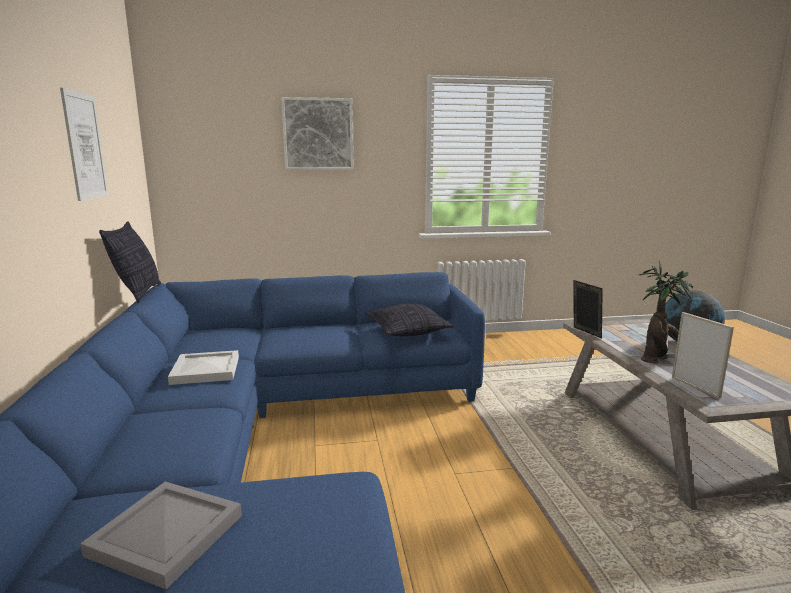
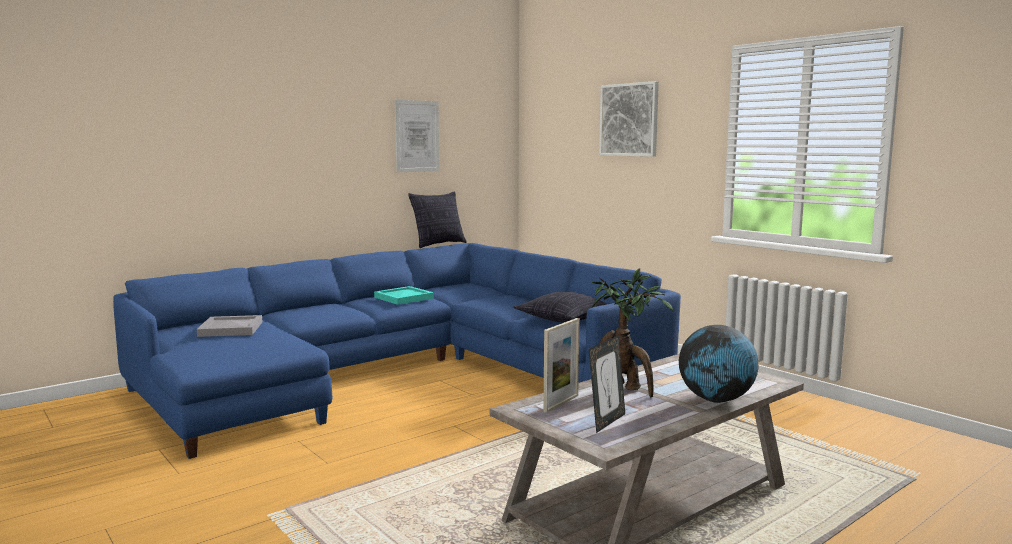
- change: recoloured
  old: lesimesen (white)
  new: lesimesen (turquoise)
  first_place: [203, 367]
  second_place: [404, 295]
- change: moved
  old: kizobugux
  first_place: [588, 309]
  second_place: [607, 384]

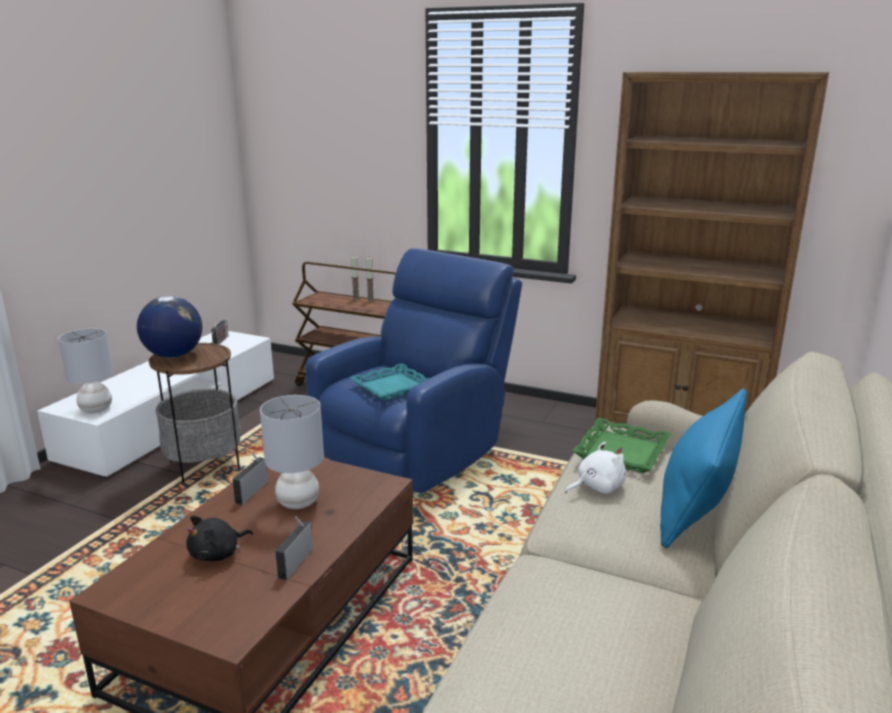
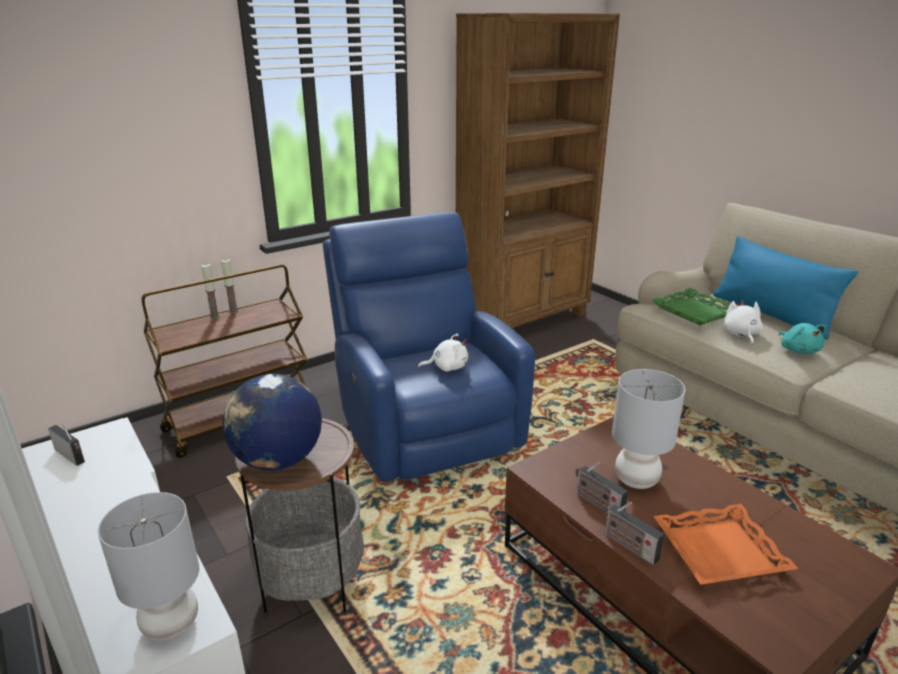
- change: replaced
  old: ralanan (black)
  new: lesimesen (orange)
  first_place: [219, 538]
  second_place: [725, 544]
- change: moved
  old: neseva
  first_place: [294, 548]
  second_place: [634, 533]
- change: replaced
  old: lesimesen (turquoise)
  new: ralanan (white)
  first_place: [389, 382]
  second_place: [443, 353]
- change: added
  new: ralanan (turquoise)
  second_place: [802, 338]

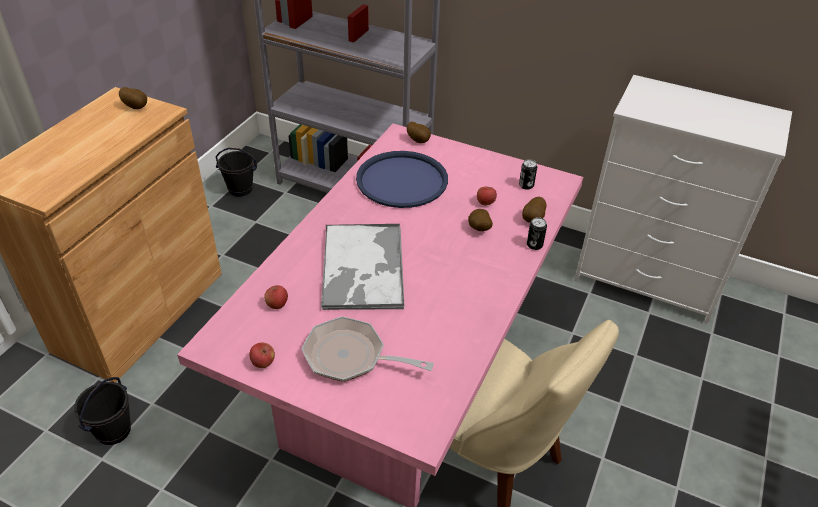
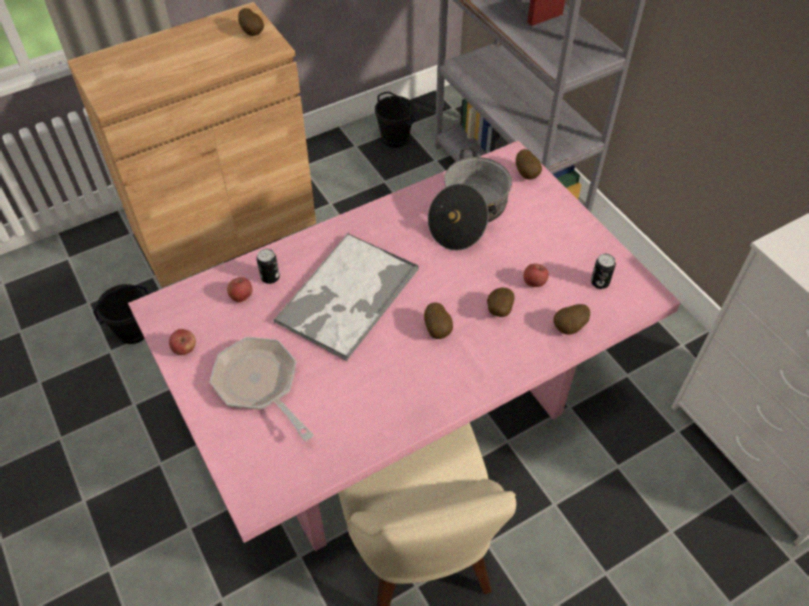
- change: replaced
  old: lesimesen (blue)
  new: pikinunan
  first_place: [402, 179]
  second_place: [470, 199]
- change: moved
  old: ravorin
  first_place: [537, 233]
  second_place: [268, 266]
- change: added
  new: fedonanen
  second_place: [438, 320]

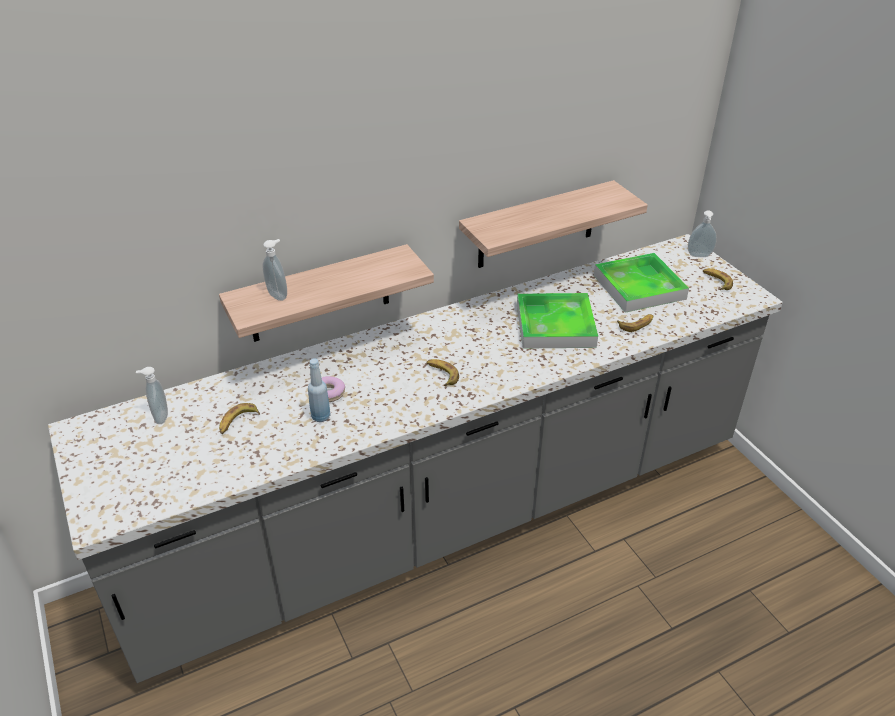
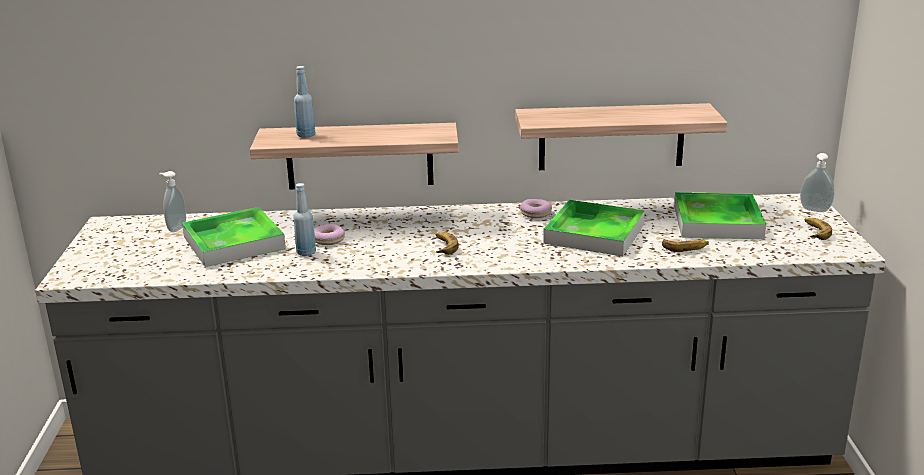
- change: replaced
  old: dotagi
  new: lesimesen
  first_place: [239, 418]
  second_place: [234, 237]
- change: replaced
  old: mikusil
  new: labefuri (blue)
  first_place: [274, 270]
  second_place: [304, 102]
- change: added
  new: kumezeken
  second_place: [536, 208]

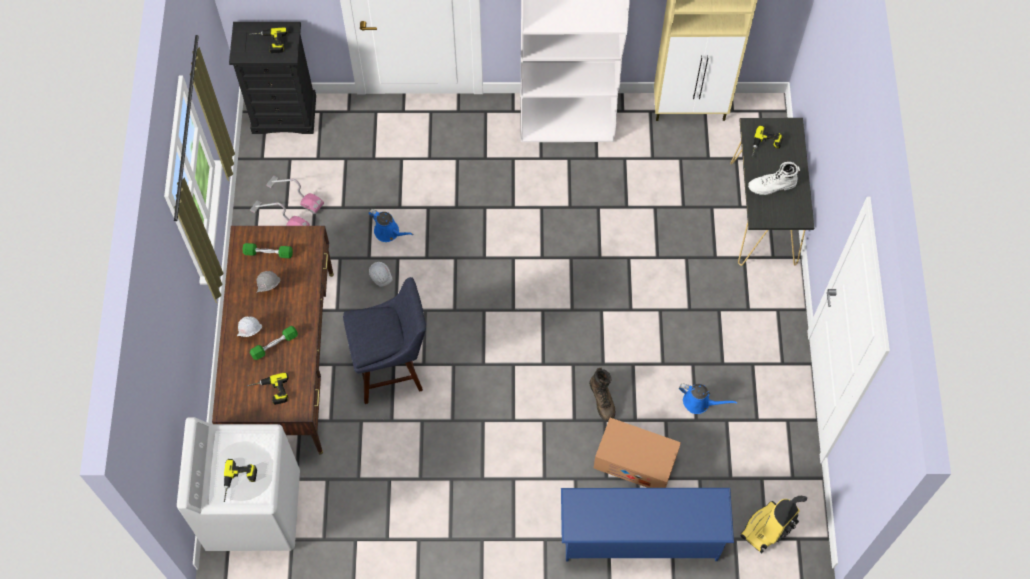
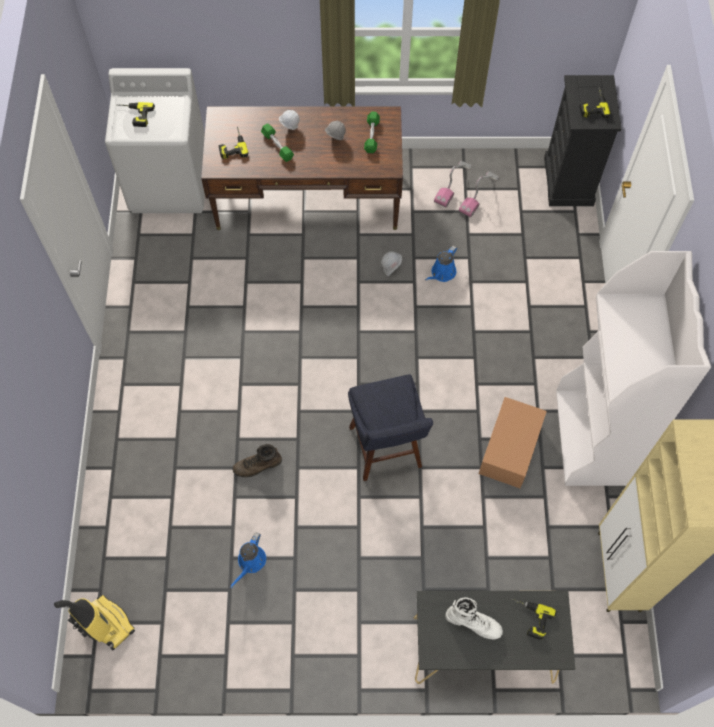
- change: moved
  old: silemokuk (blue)
  first_place: [384, 340]
  second_place: [390, 428]
- change: removed
  old: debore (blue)
  first_place: [647, 525]
- change: moved
  old: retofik
  first_place: [637, 453]
  second_place: [513, 442]
- change: turned
  old: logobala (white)
  first_place: [774, 178]
  second_place: [474, 618]
  degrees: 120

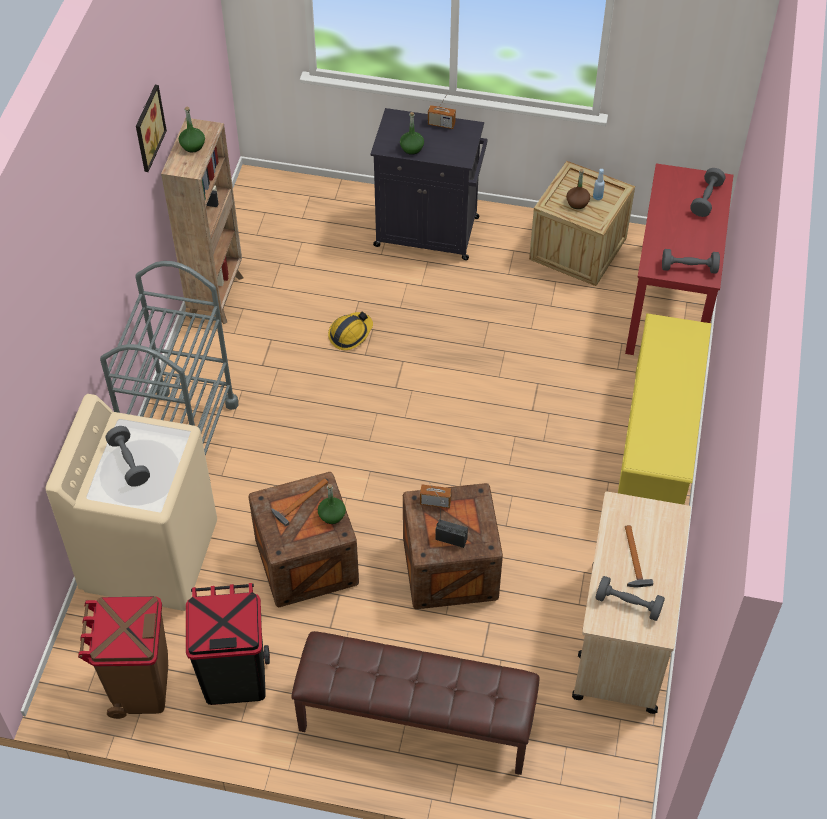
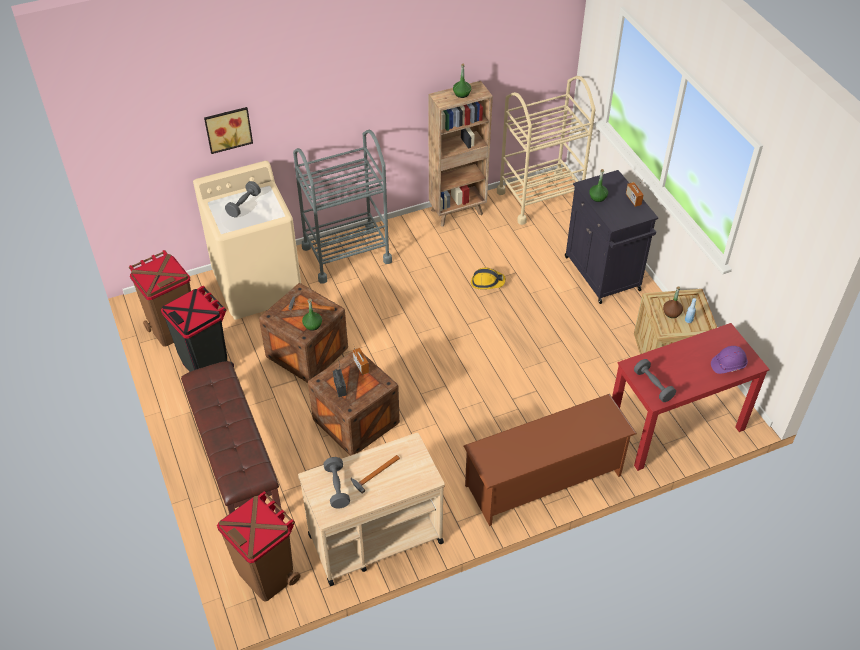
- change: moved
  old: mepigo
  first_place: [151, 128]
  second_place: [228, 130]
- change: recoloured
  old: debore (yellow)
  new: debore (brown)
  first_place: [664, 409]
  second_place: [550, 460]
- change: replaced
  old: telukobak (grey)
  new: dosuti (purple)
  first_place: [708, 192]
  second_place: [729, 360]
- change: added
  new: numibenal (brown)
  second_place: [259, 546]
- change: added
  new: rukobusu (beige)
  second_place: [546, 150]

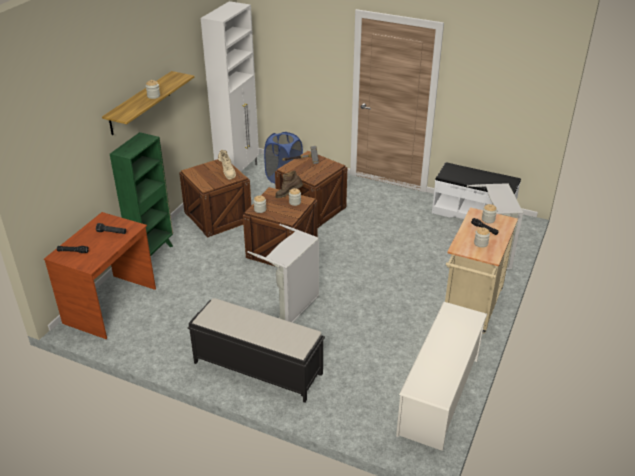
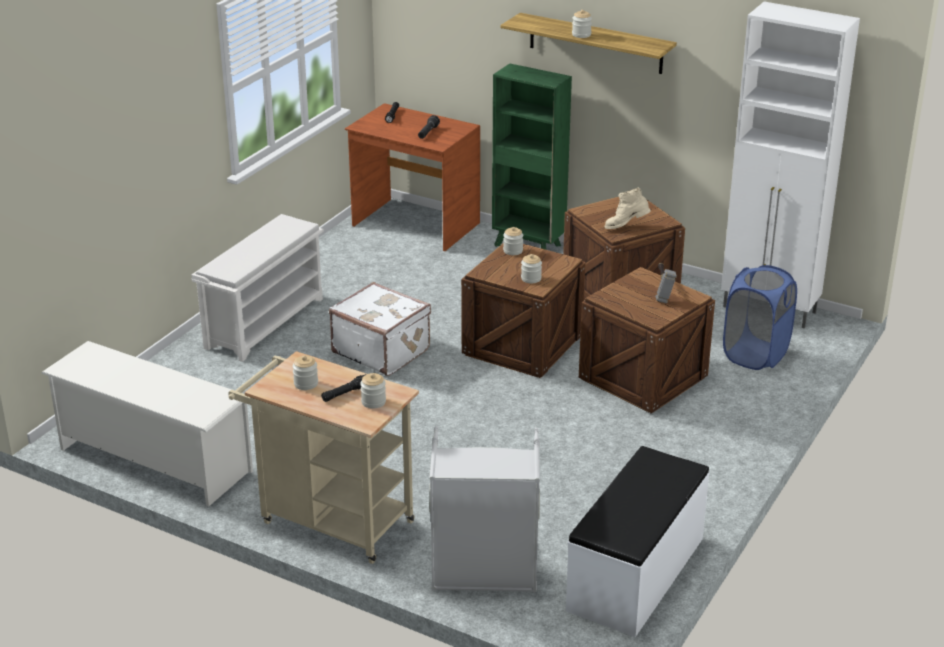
- change: replaced
  old: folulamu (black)
  new: debore (white)
  first_place: [256, 350]
  second_place: [258, 288]
- change: replaced
  old: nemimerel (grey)
  new: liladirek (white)
  first_place: [283, 273]
  second_place: [380, 329]
- change: removed
  old: logobala (brown)
  first_place: [289, 184]

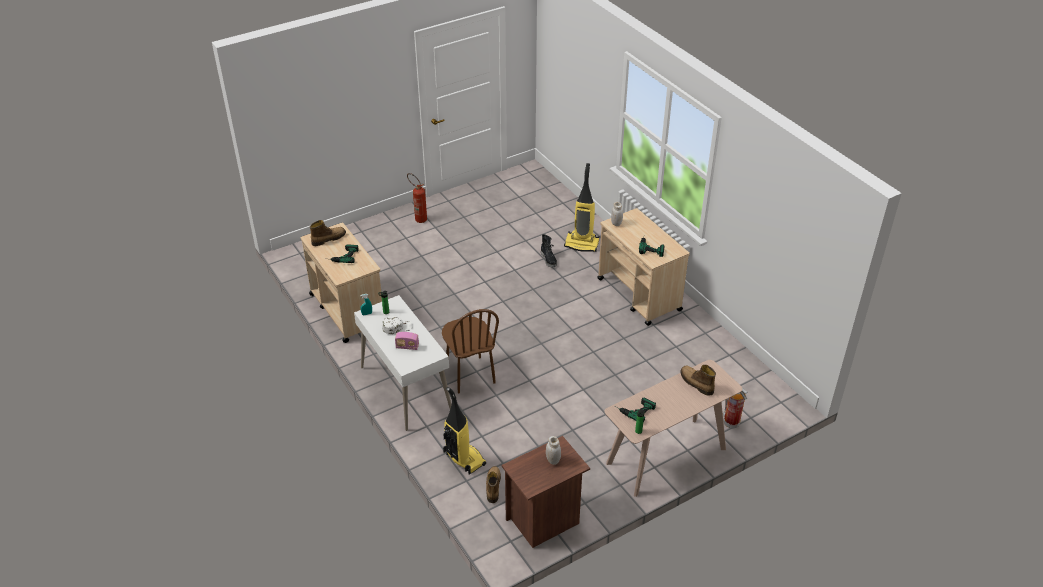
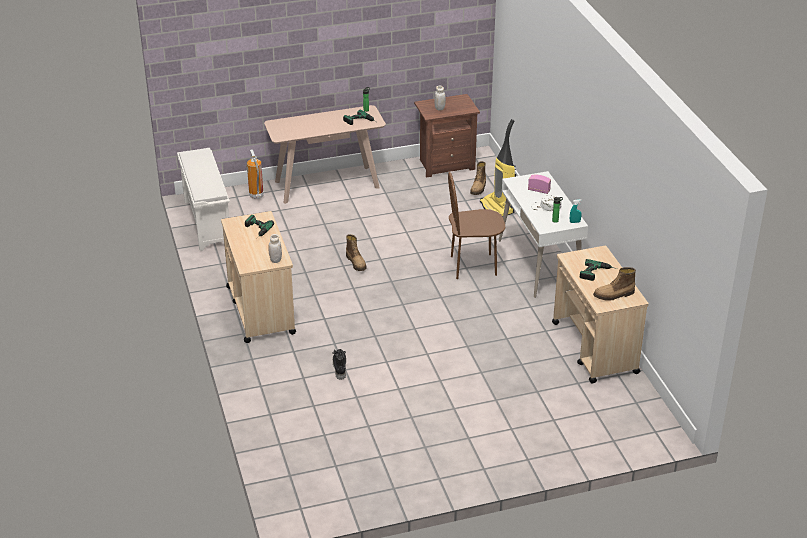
- change: removed
  old: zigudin
  first_place: [417, 198]
- change: turned
  old: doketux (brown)
  first_place: [470, 351]
  second_place: [476, 225]
  degrees: -90
- change: removed
  old: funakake
  first_place: [581, 207]
- change: moved
  old: logobala
  first_place: [698, 380]
  second_place: [356, 252]
- change: added
  new: debore (white)
  second_place: [203, 199]

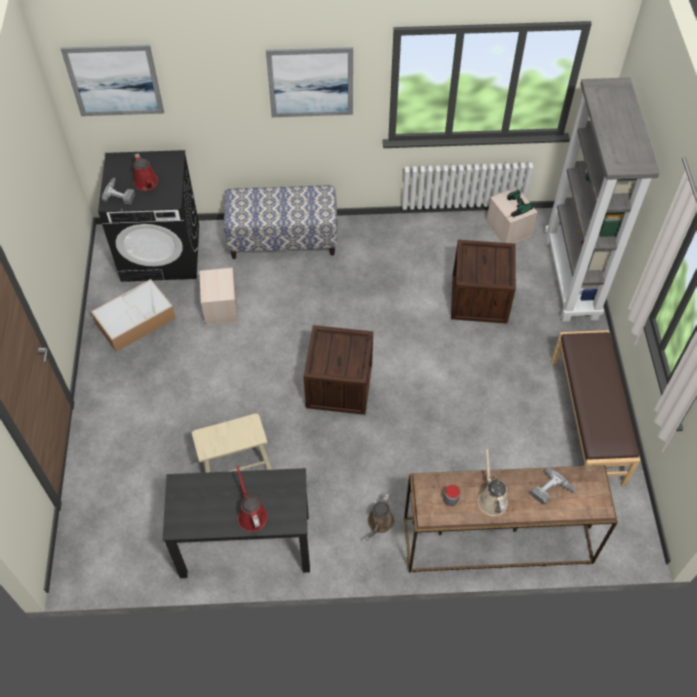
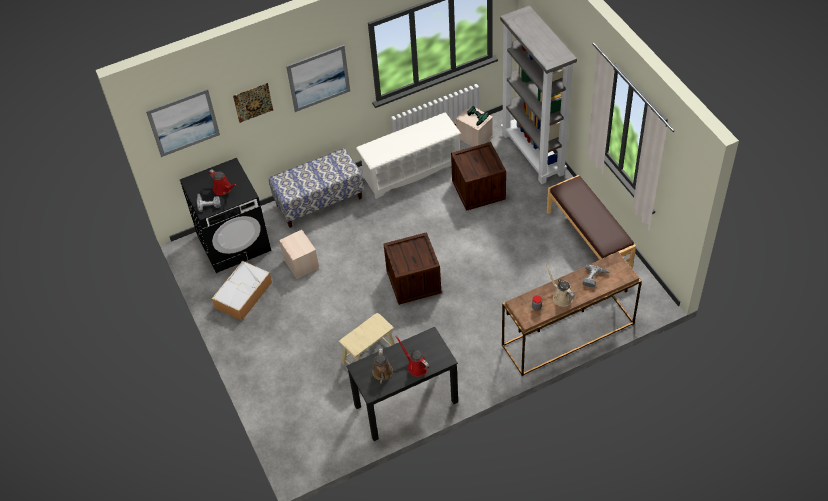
- change: moved
  old: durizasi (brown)
  first_place: [380, 517]
  second_place: [382, 365]
- change: added
  new: mepigo
  second_place: [253, 103]
- change: added
  new: debore (white)
  second_place: [408, 155]

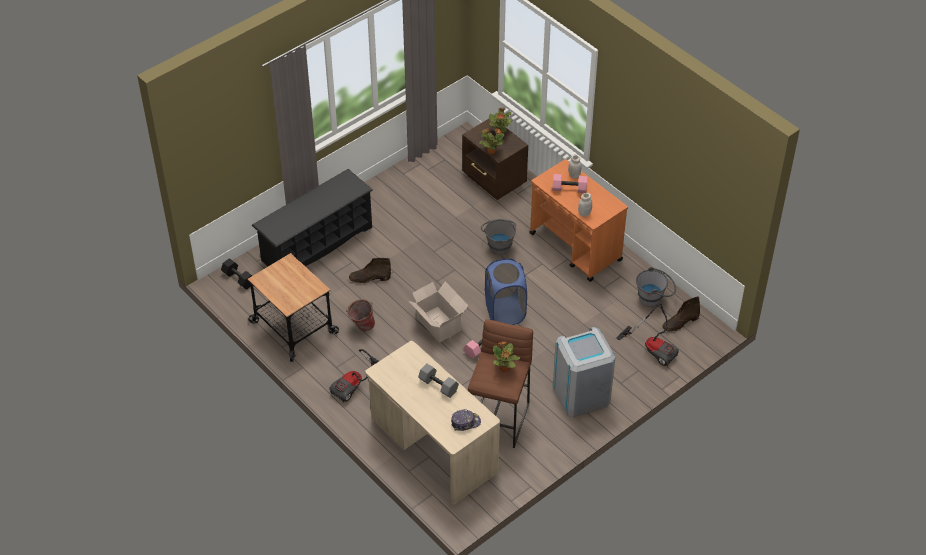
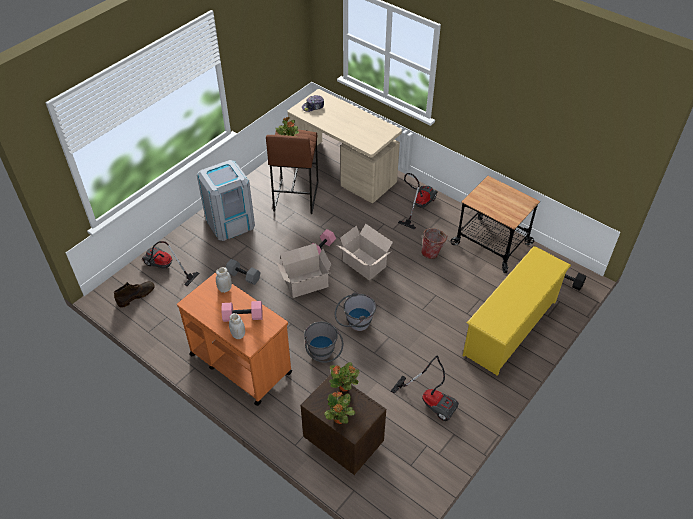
- change: recoloured
  old: debore (black)
  new: debore (yellow)
  first_place: [312, 218]
  second_place: [517, 311]
- change: removed
  old: logobala (brown)
  first_place: [370, 270]
- change: moved
  old: telukobak (grey)
  first_place: [438, 380]
  second_place: [243, 272]
- change: replaced
  old: nemimerel (blue)
  new: retofik
  first_place: [506, 291]
  second_place: [304, 270]
- change: moved
  old: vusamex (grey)
  first_place: [656, 287]
  second_place: [355, 311]
- change: added
  new: funakake
  second_place: [425, 388]

